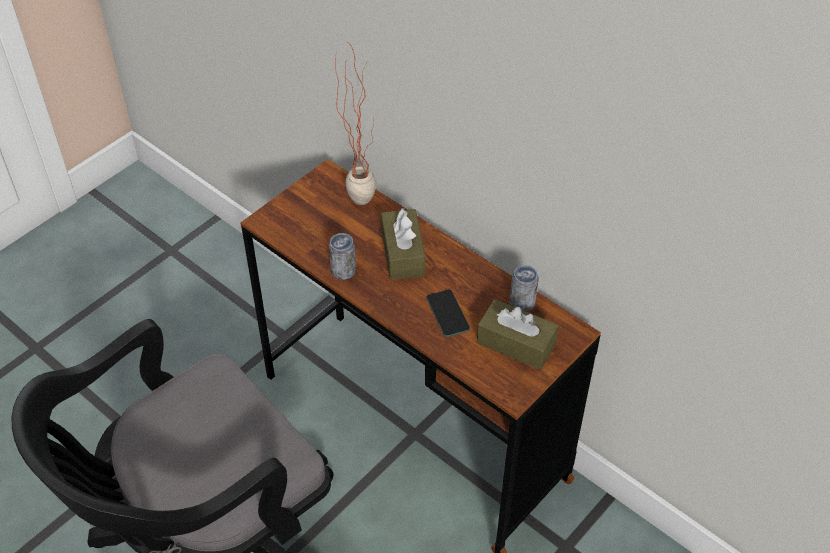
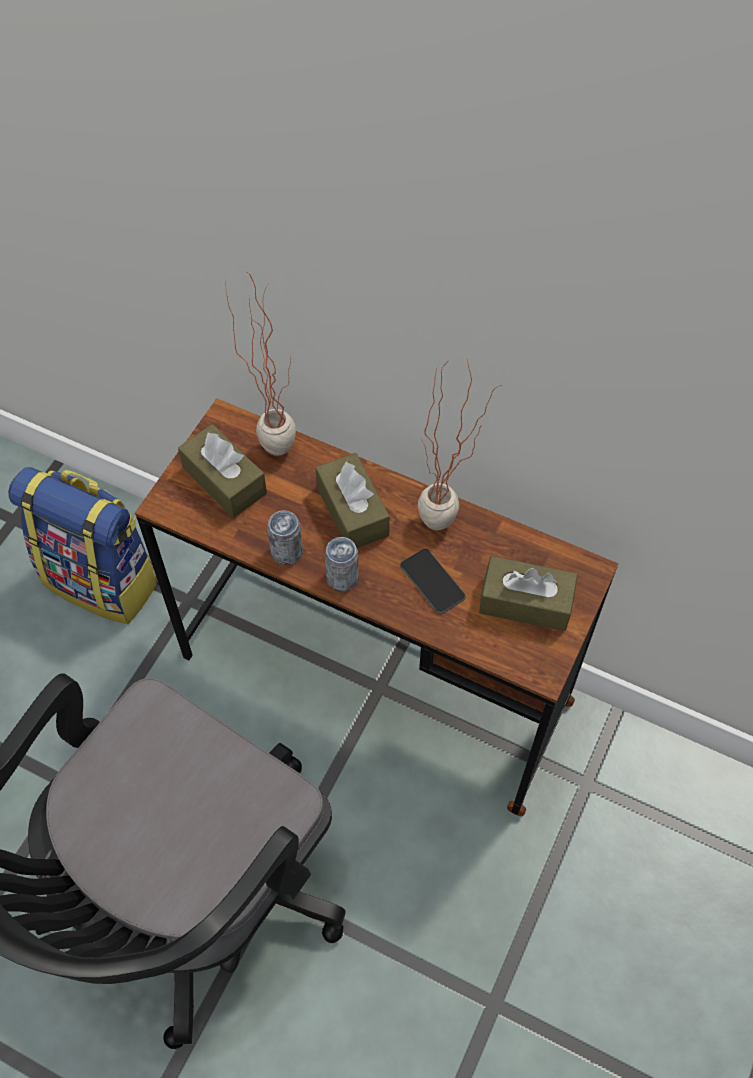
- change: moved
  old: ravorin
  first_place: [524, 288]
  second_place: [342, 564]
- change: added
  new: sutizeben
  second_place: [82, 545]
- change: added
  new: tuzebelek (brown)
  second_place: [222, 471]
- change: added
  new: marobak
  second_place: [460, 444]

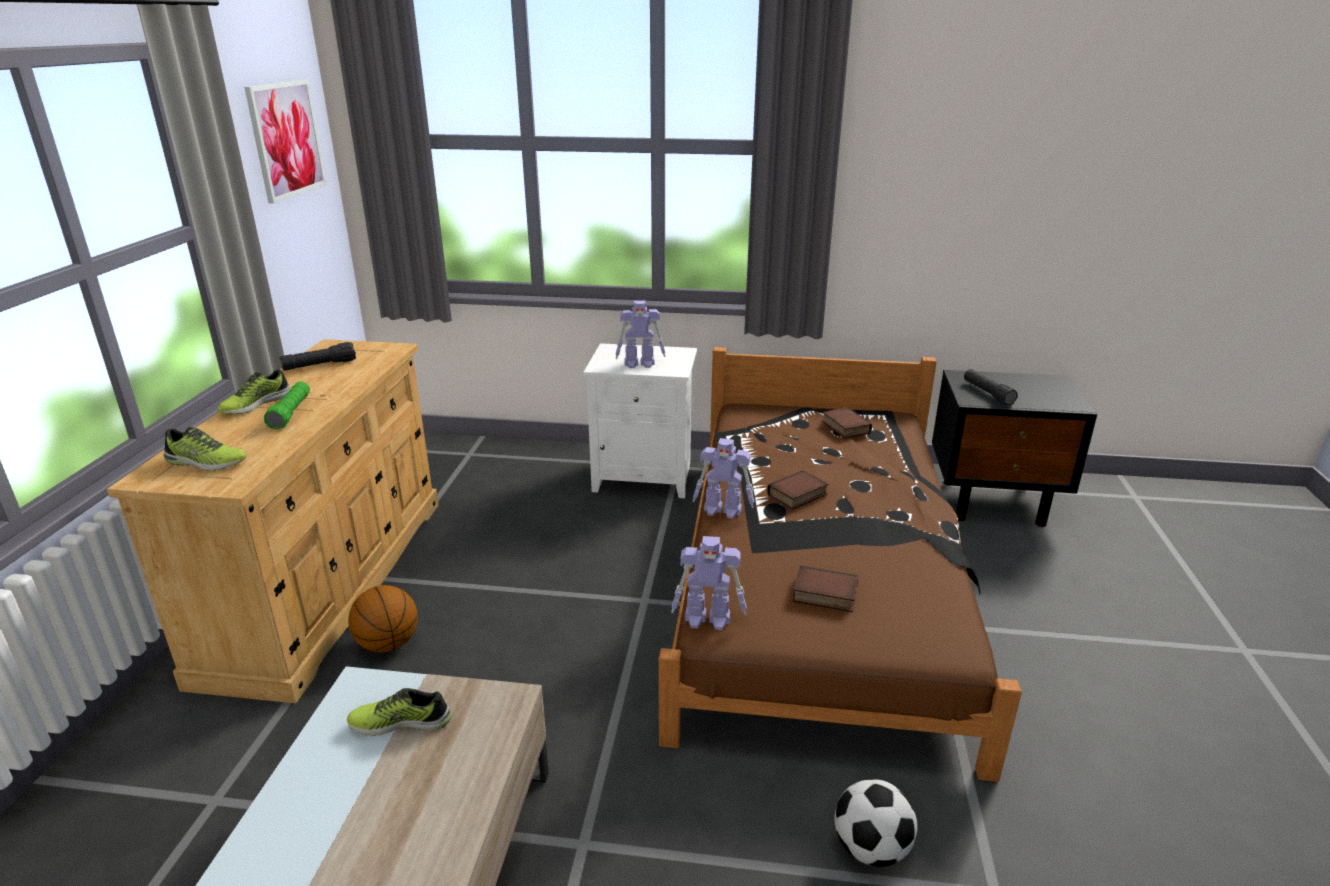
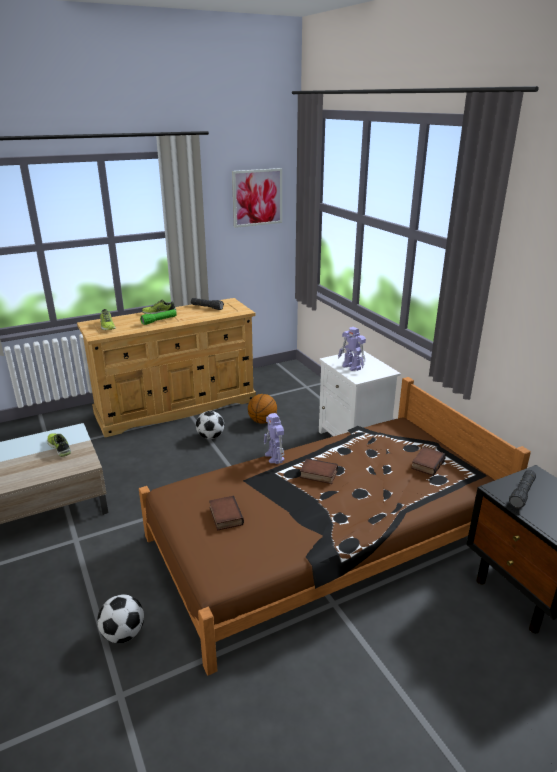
- change: moved
  old: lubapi
  first_place: [383, 619]
  second_place: [262, 409]
- change: removed
  old: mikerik
  first_place: [708, 583]
- change: added
  new: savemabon
  second_place: [210, 425]

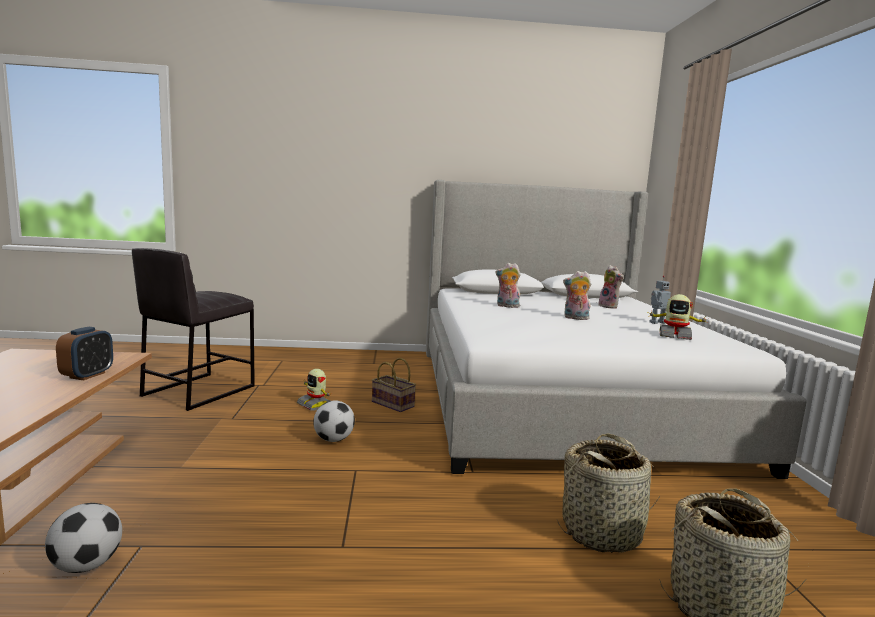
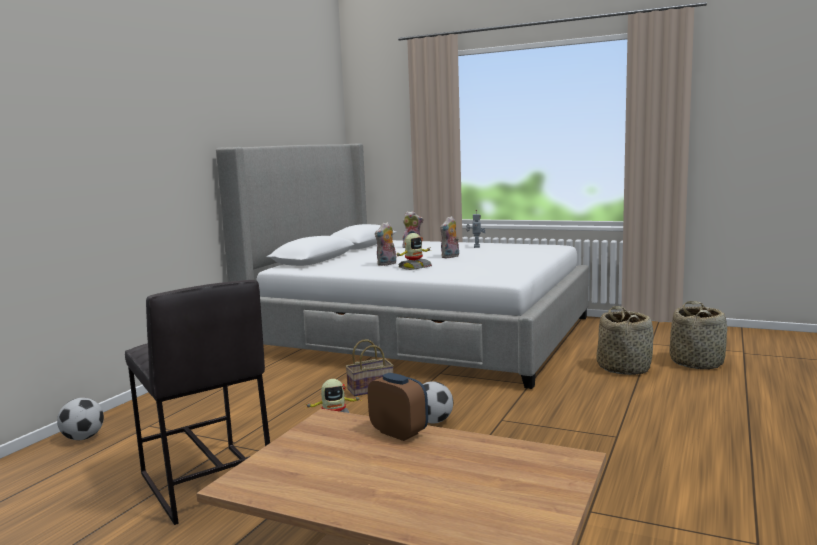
- change: moved
  old: savemabon
  first_place: [83, 538]
  second_place: [80, 419]
- change: moved
  old: mikerik
  first_place: [678, 317]
  second_place: [414, 251]

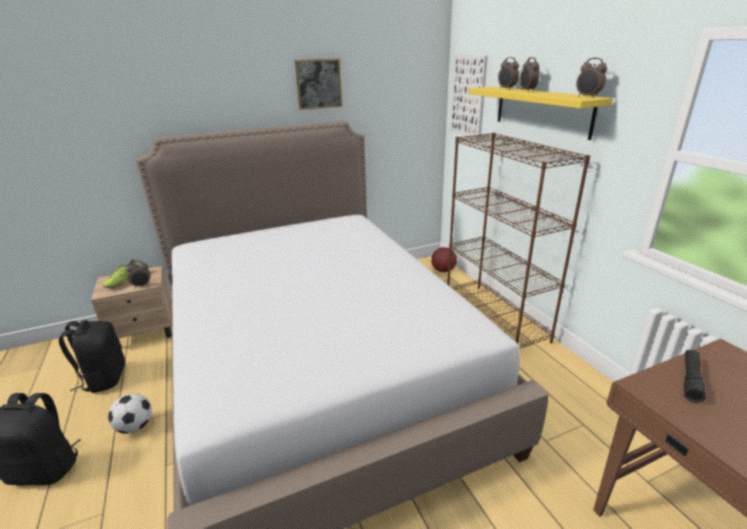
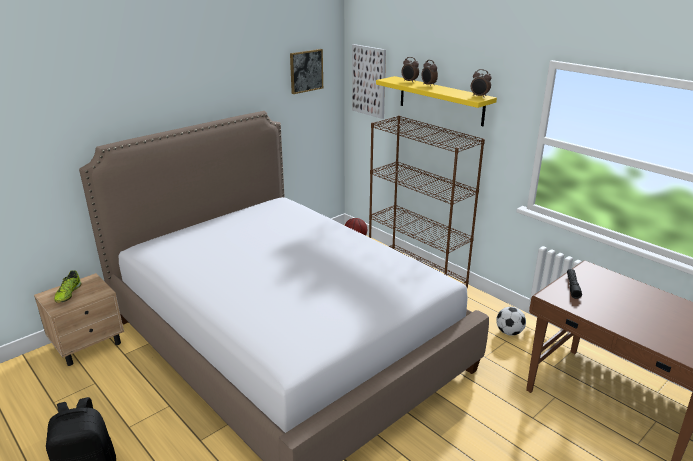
- change: removed
  old: sutizeben (black)
  first_place: [92, 356]
- change: moved
  old: savemabon
  first_place: [130, 413]
  second_place: [511, 321]
- change: removed
  old: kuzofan
  first_place: [138, 274]
- change: moved
  old: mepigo
  first_place: [319, 84]
  second_place: [306, 71]

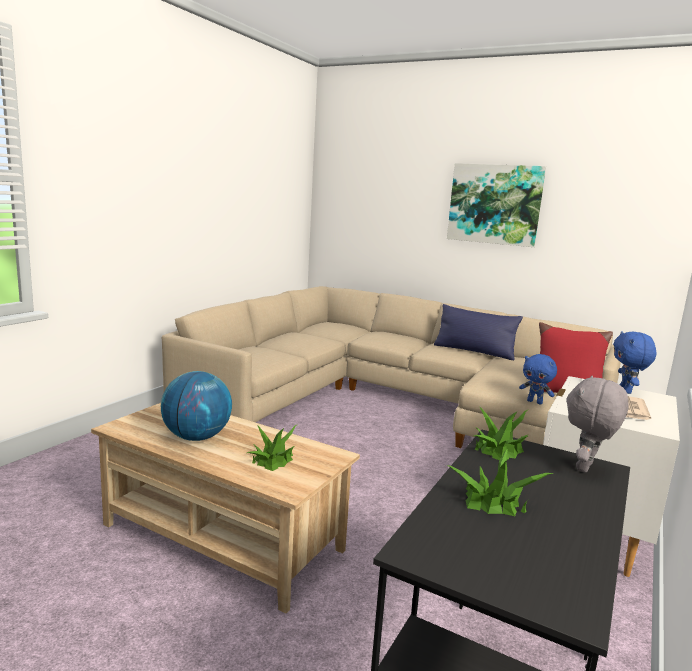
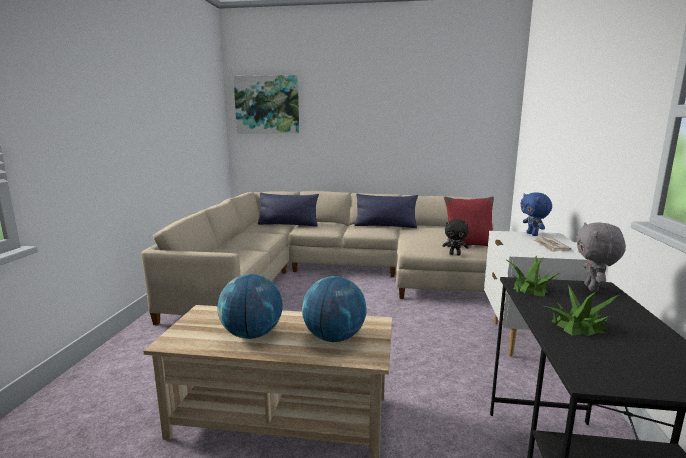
- change: replaced
  old: marobak
  new: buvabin
  first_place: [271, 448]
  second_place: [334, 309]
- change: moved
  old: mepigo
  first_place: [496, 205]
  second_place: [266, 104]
- change: recoloured
  old: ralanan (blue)
  new: ralanan (black)
  first_place: [538, 379]
  second_place: [455, 237]
- change: added
  new: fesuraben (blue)
  second_place: [288, 210]

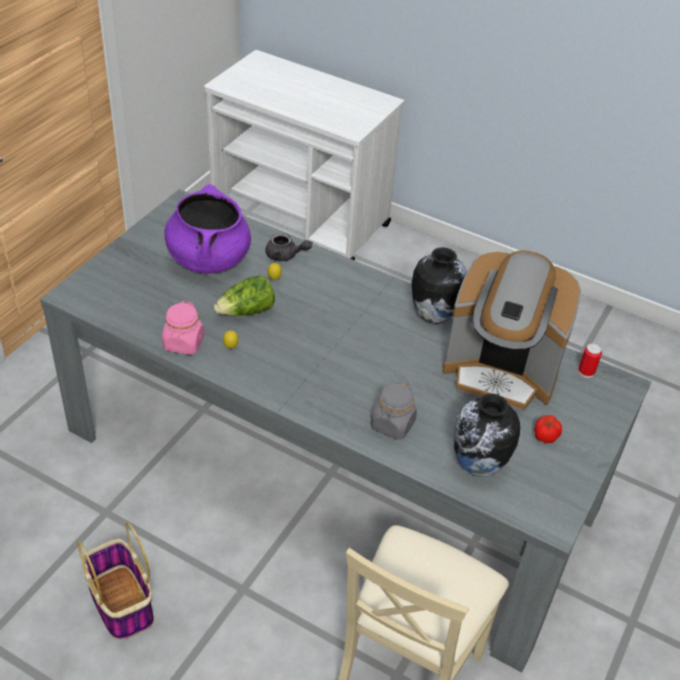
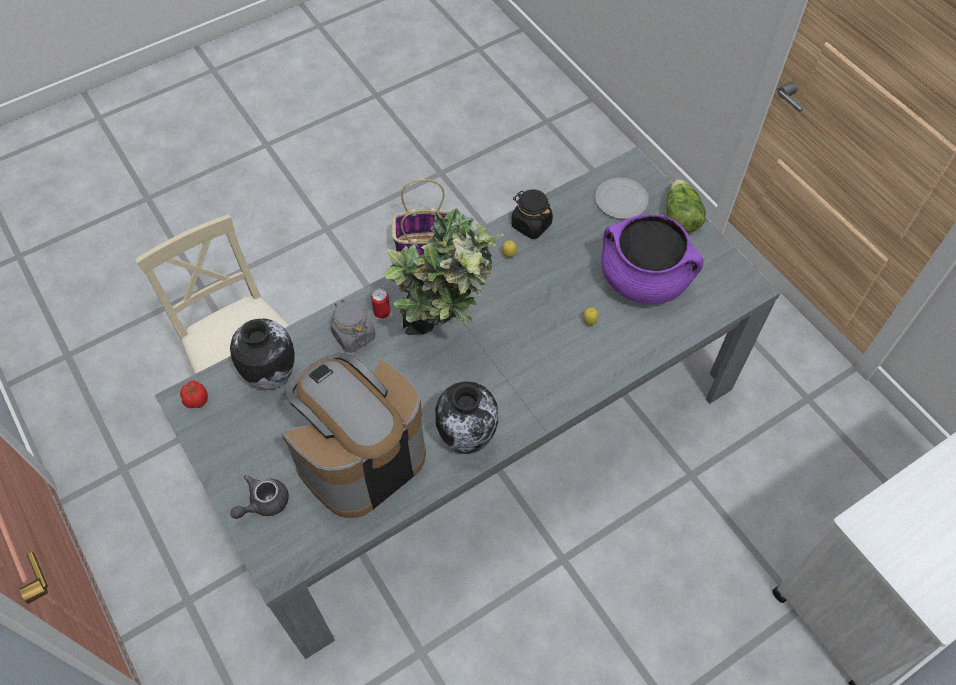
- change: recoloured
  old: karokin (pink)
  new: karokin (black)
  first_place: [183, 328]
  second_place: [532, 214]
- change: moved
  old: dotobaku
  first_place: [244, 296]
  second_place: [686, 206]
- change: moved
  old: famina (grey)
  first_place: [289, 247]
  second_place: [260, 497]
- change: moved
  old: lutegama
  first_place: [548, 429]
  second_place: [194, 394]
- change: moved
  old: ravorin
  first_place: [590, 360]
  second_place: [381, 304]
- change: added
  new: marobak
  second_place: [444, 271]
- change: added
  new: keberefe
  second_place: [622, 198]

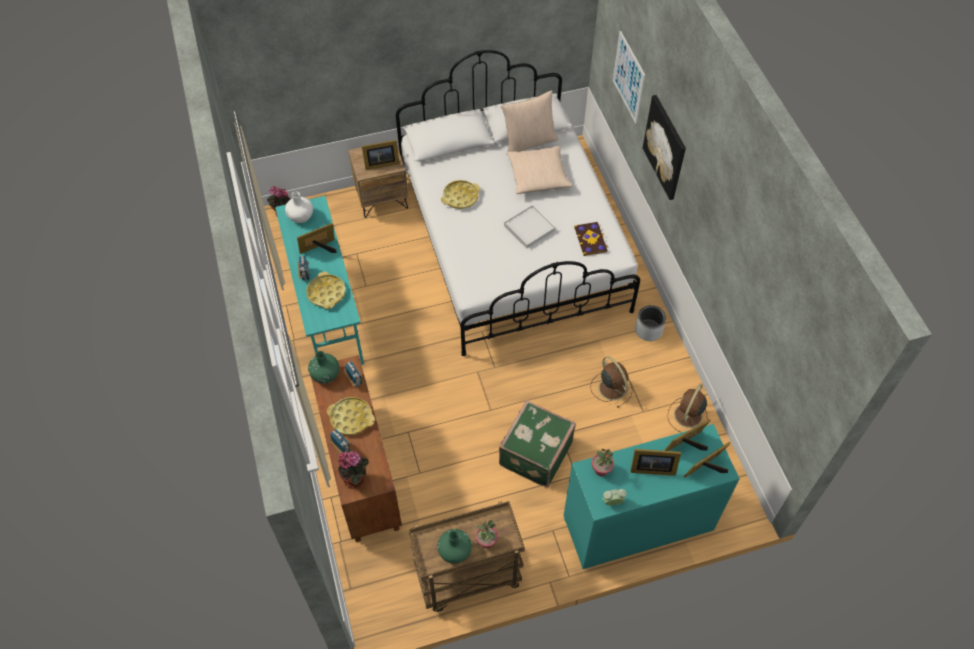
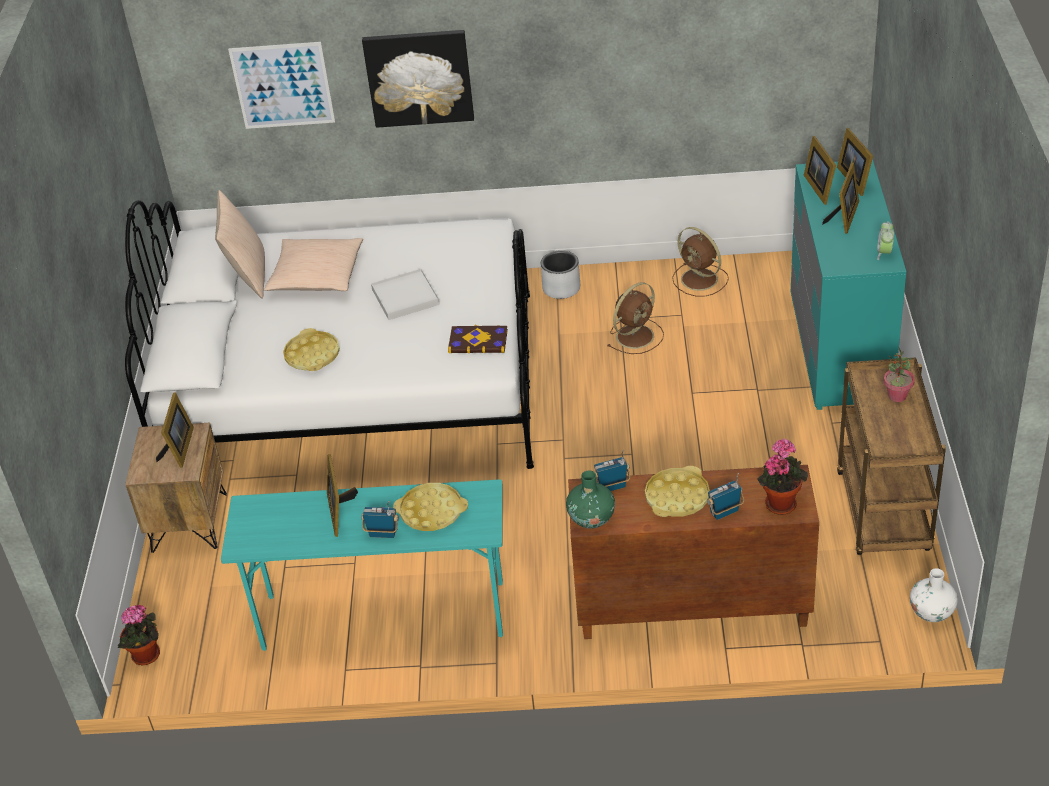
- change: moved
  old: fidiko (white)
  first_place: [299, 207]
  second_place: [934, 595]
- change: removed
  old: fidiko (green)
  first_place: [454, 546]
- change: removed
  old: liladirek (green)
  first_place: [537, 443]
- change: moved
  old: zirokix
  first_place: [591, 239]
  second_place: [478, 339]
- change: turned
  old: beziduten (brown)
  first_place: [611, 382]
  second_place: [635, 318]
  degrees: 150
- change: removed
  old: marobak
  first_place: [603, 462]

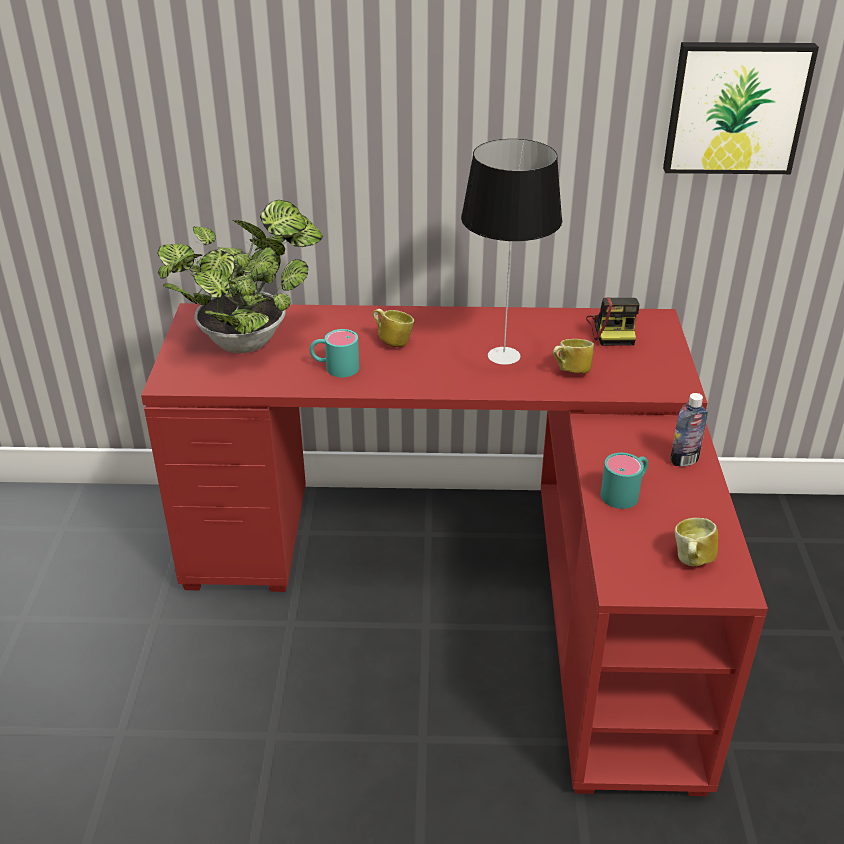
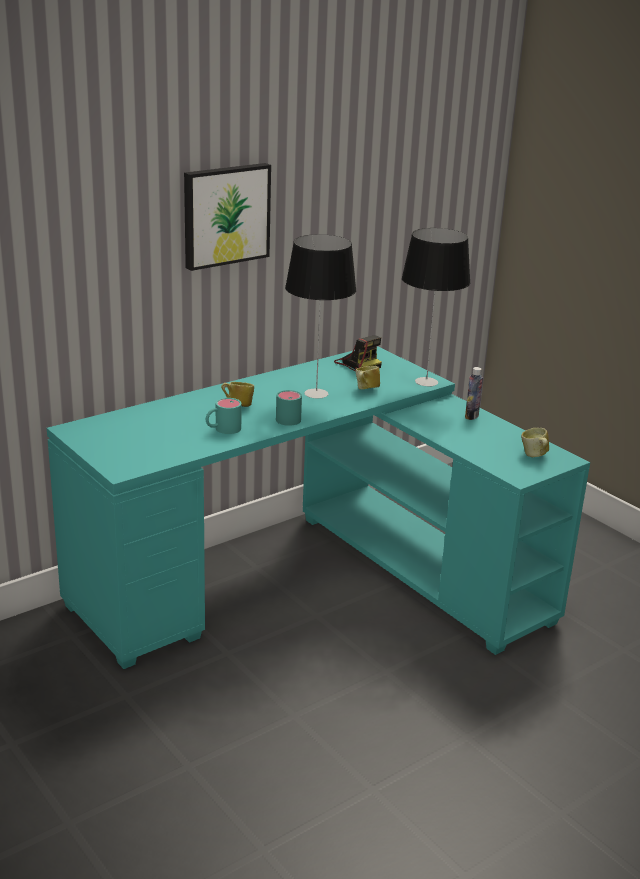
- change: recoloured
  old: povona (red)
  new: povona (turquoise)
  first_place: [454, 549]
  second_place: [318, 507]
- change: removed
  old: marobak
  first_place: [240, 276]
- change: moved
  old: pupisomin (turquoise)
  first_place: [624, 481]
  second_place: [289, 408]
- change: moved
  old: mepigo
  first_place: [741, 108]
  second_place: [227, 217]
- change: added
  new: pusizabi
  second_place: [436, 307]

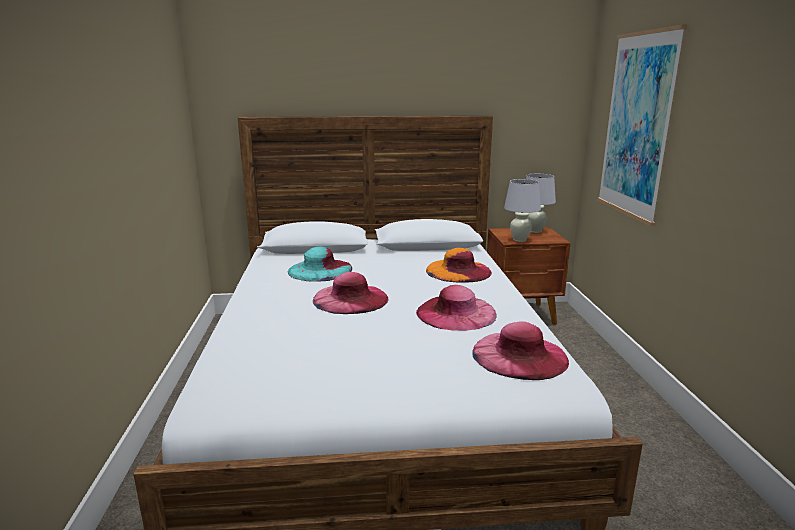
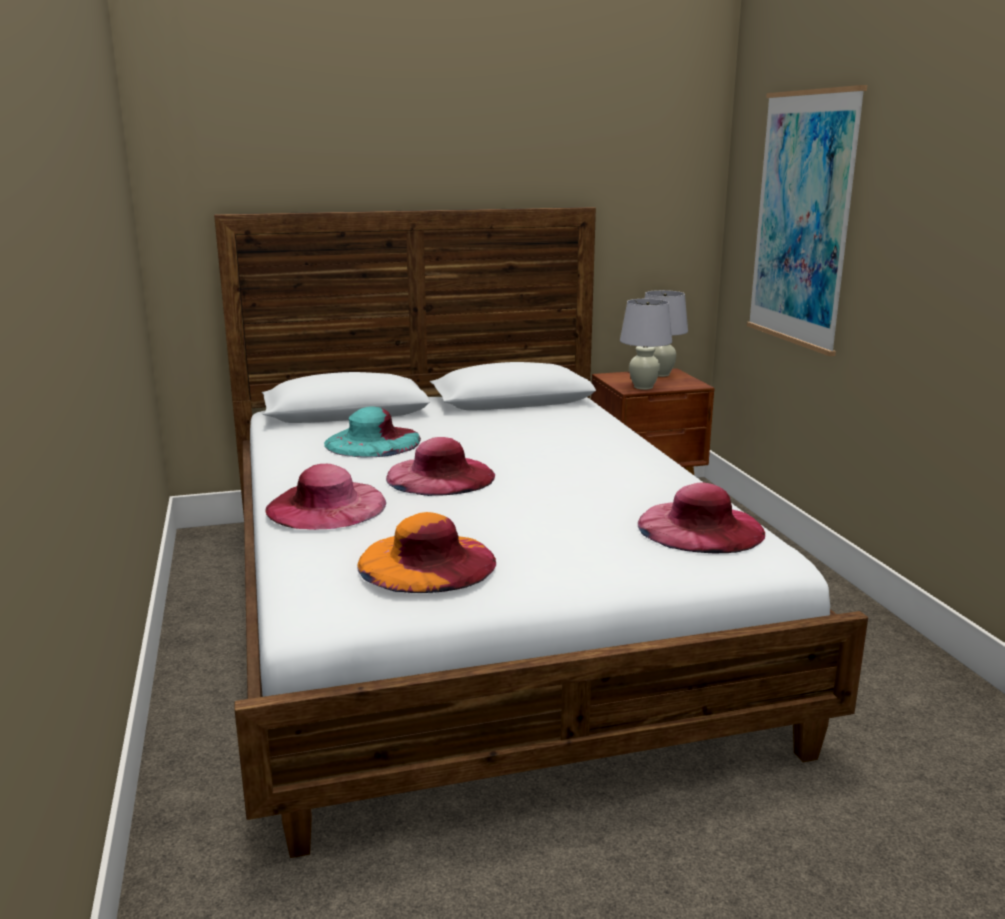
- change: moved
  old: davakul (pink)
  first_place: [456, 308]
  second_place: [325, 497]
- change: moved
  old: davakul (orange)
  first_place: [459, 265]
  second_place: [426, 552]

